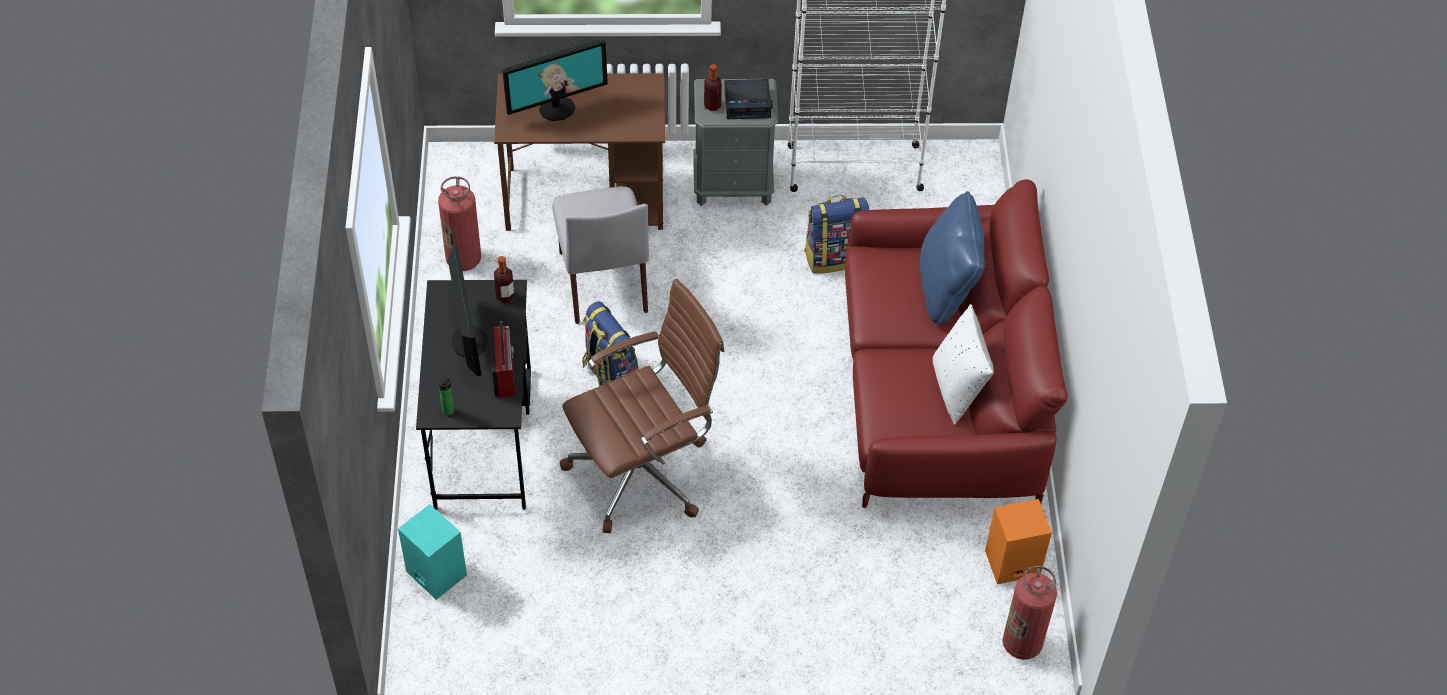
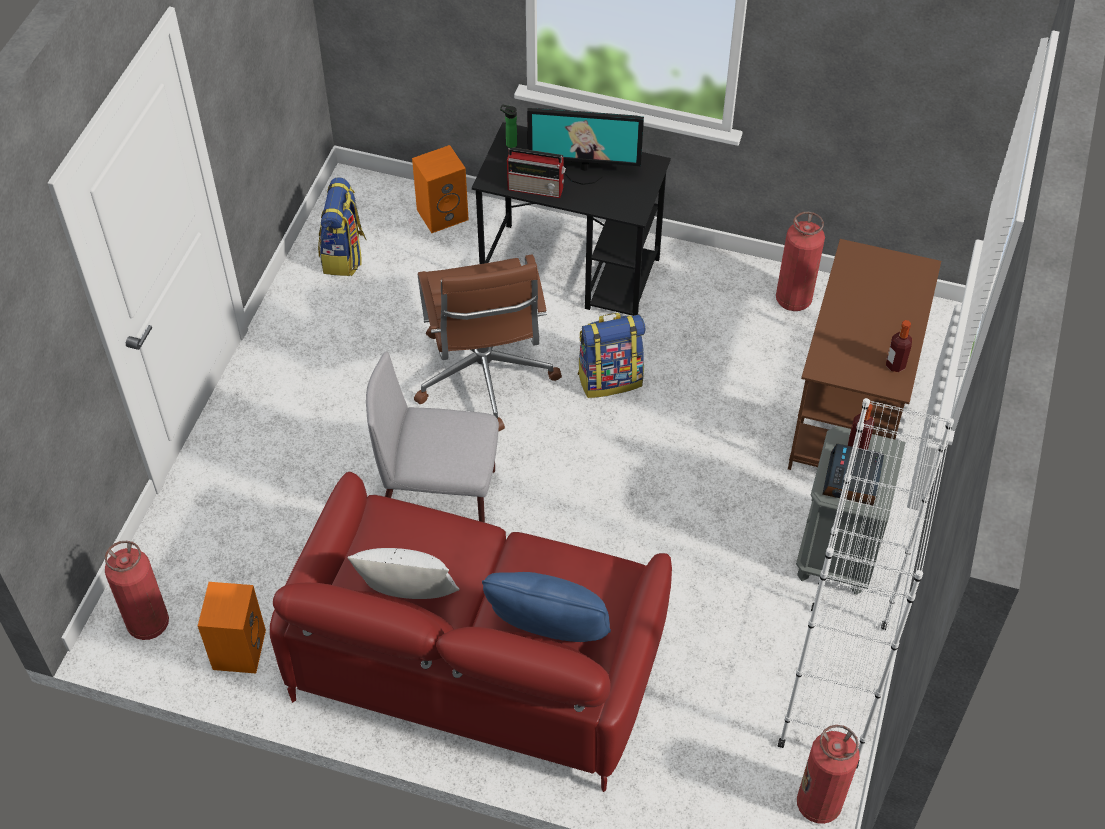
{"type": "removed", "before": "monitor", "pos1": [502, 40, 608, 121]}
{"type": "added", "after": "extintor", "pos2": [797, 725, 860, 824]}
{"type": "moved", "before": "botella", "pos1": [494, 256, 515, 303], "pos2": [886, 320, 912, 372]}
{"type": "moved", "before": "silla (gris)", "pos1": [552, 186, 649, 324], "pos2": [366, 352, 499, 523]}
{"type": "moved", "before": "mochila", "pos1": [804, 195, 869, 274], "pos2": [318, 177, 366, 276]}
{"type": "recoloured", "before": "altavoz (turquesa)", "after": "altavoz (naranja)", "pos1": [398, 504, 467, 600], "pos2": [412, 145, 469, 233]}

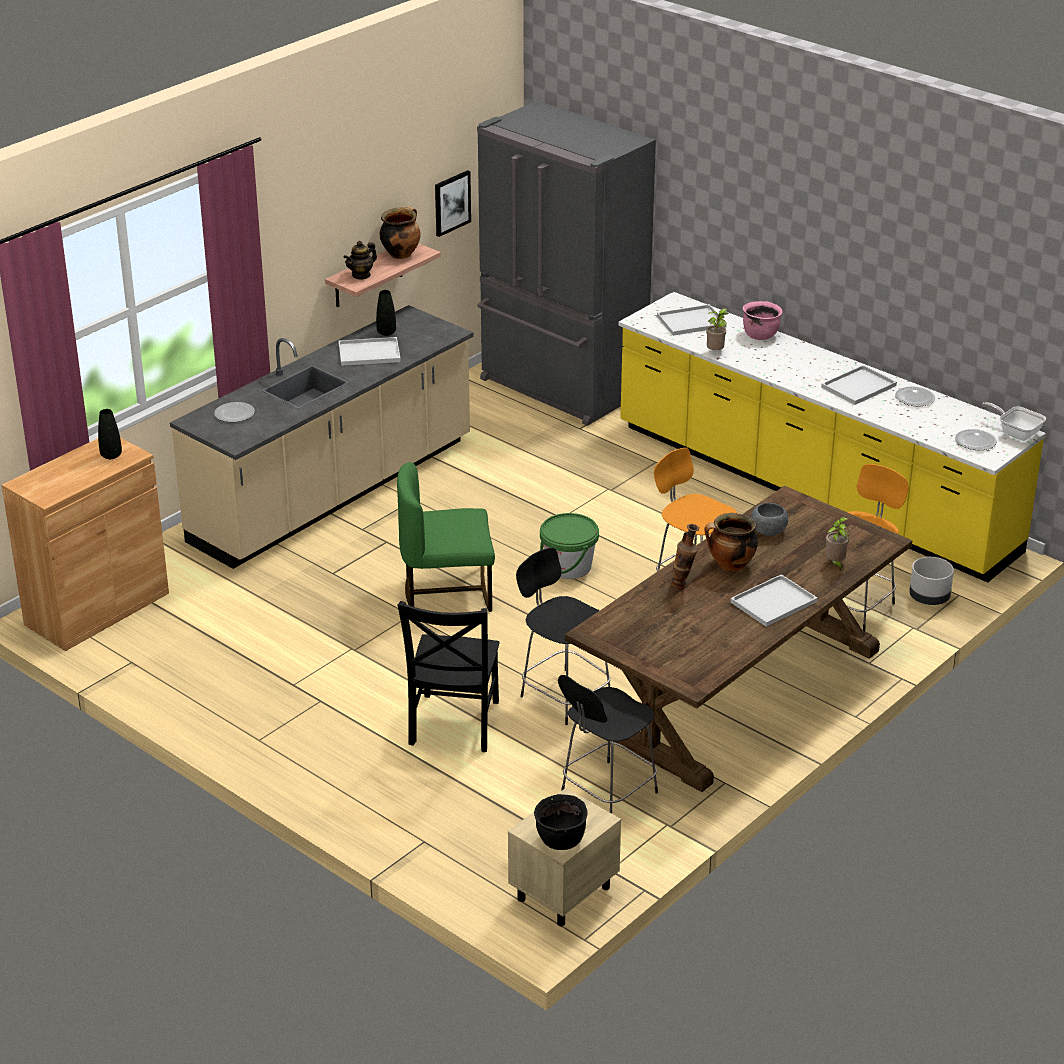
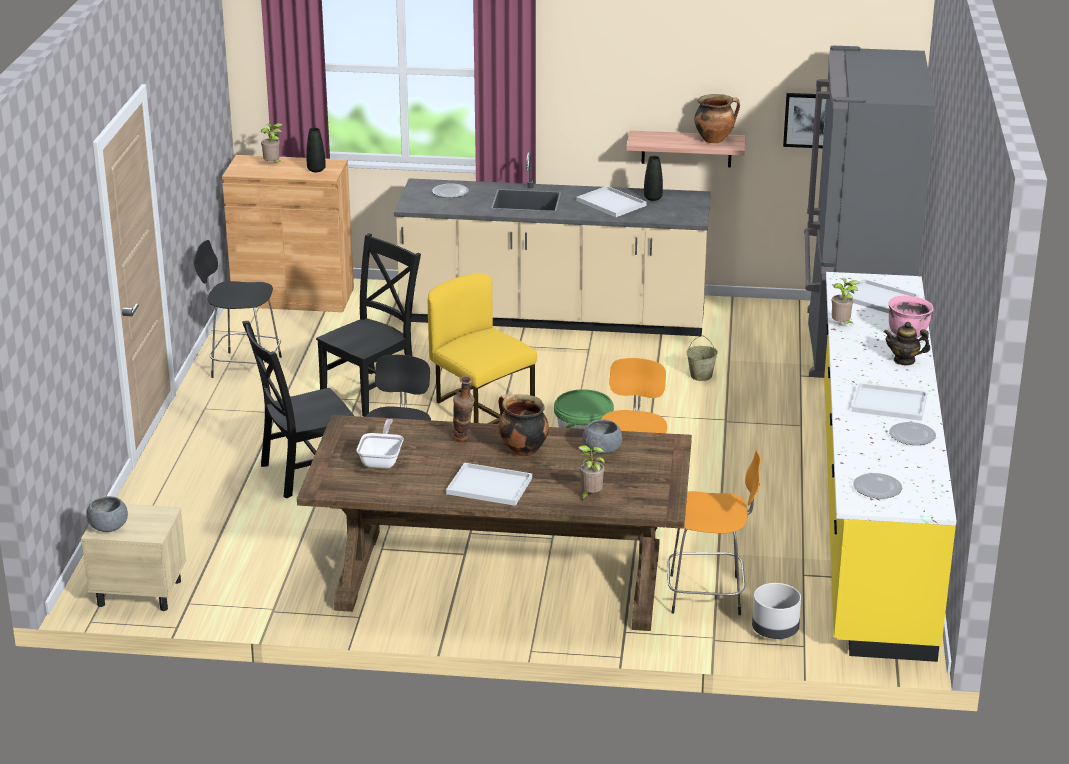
{"type": "added", "after": "planta en maceta", "pos2": [261, 123, 283, 162]}
{"type": "added", "after": "silla (negro)", "pos2": [316, 233, 421, 417]}
{"type": "added", "after": "cubo (beis)", "pos2": [686, 336, 718, 381]}
{"type": "moved", "before": "tetera", "pos1": [344, 241, 377, 280], "pos2": [884, 322, 930, 365]}
{"type": "moved", "before": "taburete (negro)", "pos1": [558, 675, 658, 813], "pos2": [194, 240, 282, 378]}
{"type": "moved", "before": "sartén", "pos1": [982, 402, 1046, 441], "pos2": [356, 419, 404, 469]}
{"type": "replaced", "before": "olla (negro)", "after": "cuenco (gris)", "pos1": [534, 794, 588, 850], "pos2": [86, 496, 128, 532]}
{"type": "recoloured", "before": "silla (verde)", "after": "silla (amarillo)", "pos1": [397, 462, 495, 612], "pos2": [428, 273, 537, 424]}

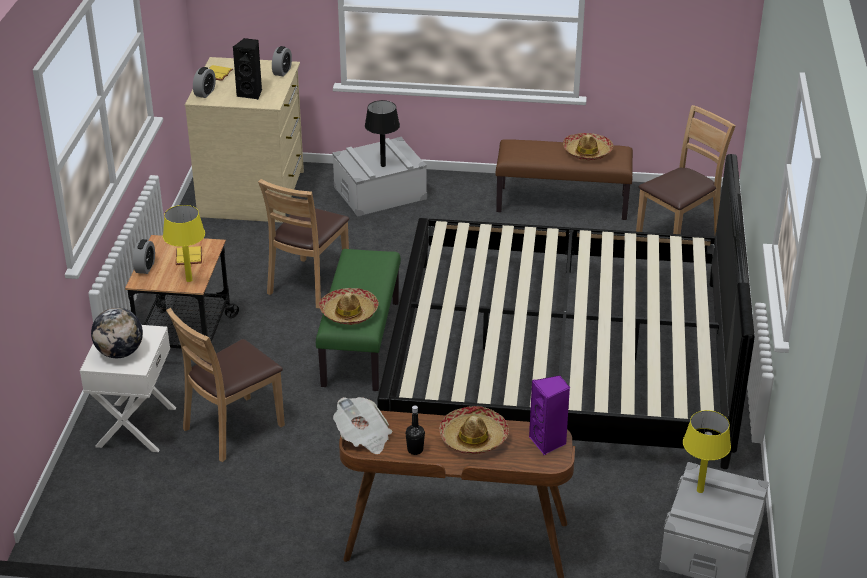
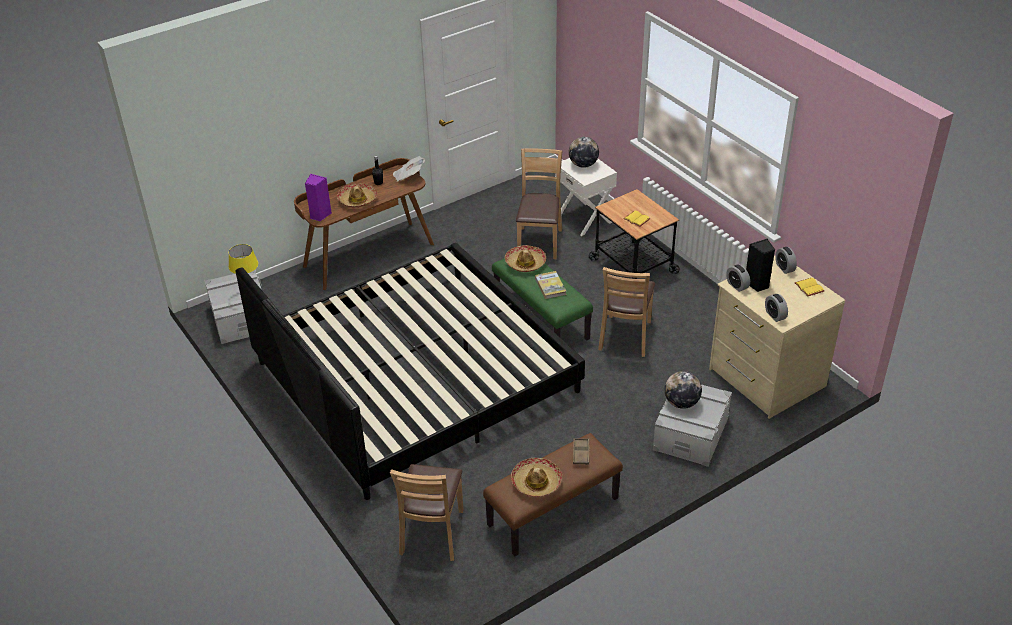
{"type": "removed", "before": "lámpara de mesa (amarillo)", "pos1": [163, 205, 205, 282]}
{"type": "added", "after": "libro", "pos2": [535, 271, 566, 299]}
{"type": "added", "after": "bandeja (marrón)", "pos2": [573, 438, 590, 465]}
{"type": "moved", "before": "despertador", "pos1": [133, 239, 155, 274], "pos2": [726, 264, 750, 292]}
{"type": "replaced", "before": "lámpara de mesa (negro)", "after": "globo terráqueo", "pos1": [365, 100, 400, 167], "pos2": [665, 371, 702, 409]}
{"type": "turned", "before": "silla (marrón)", "pos1": [258, 179, 349, 308], "pos2": [598, 267, 655, 357], "turn": -150}

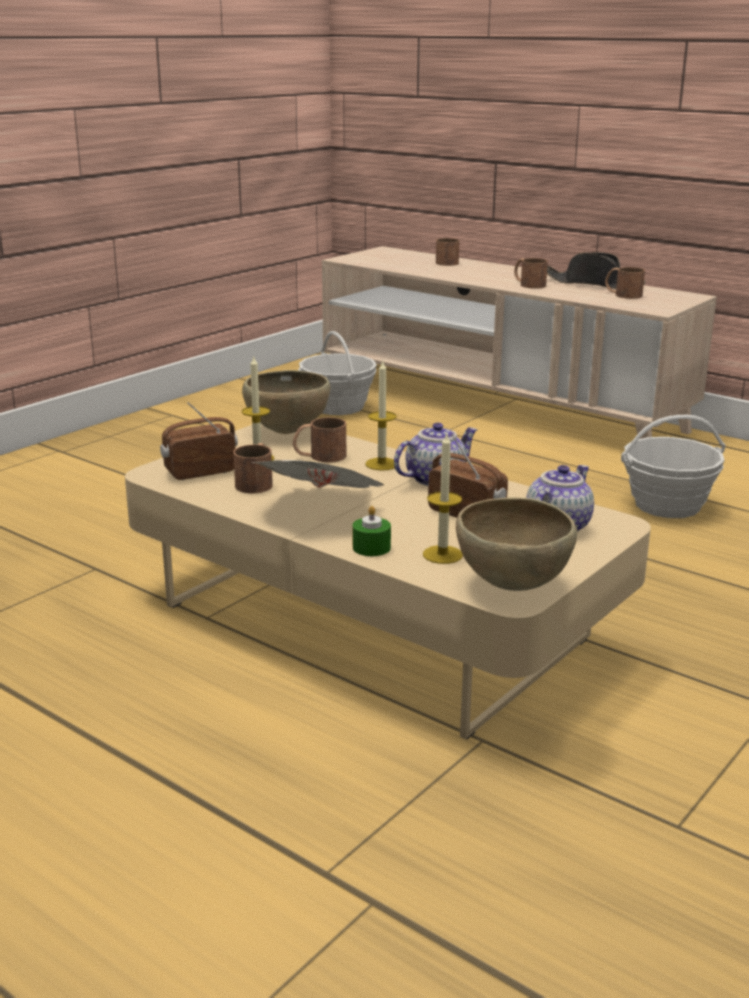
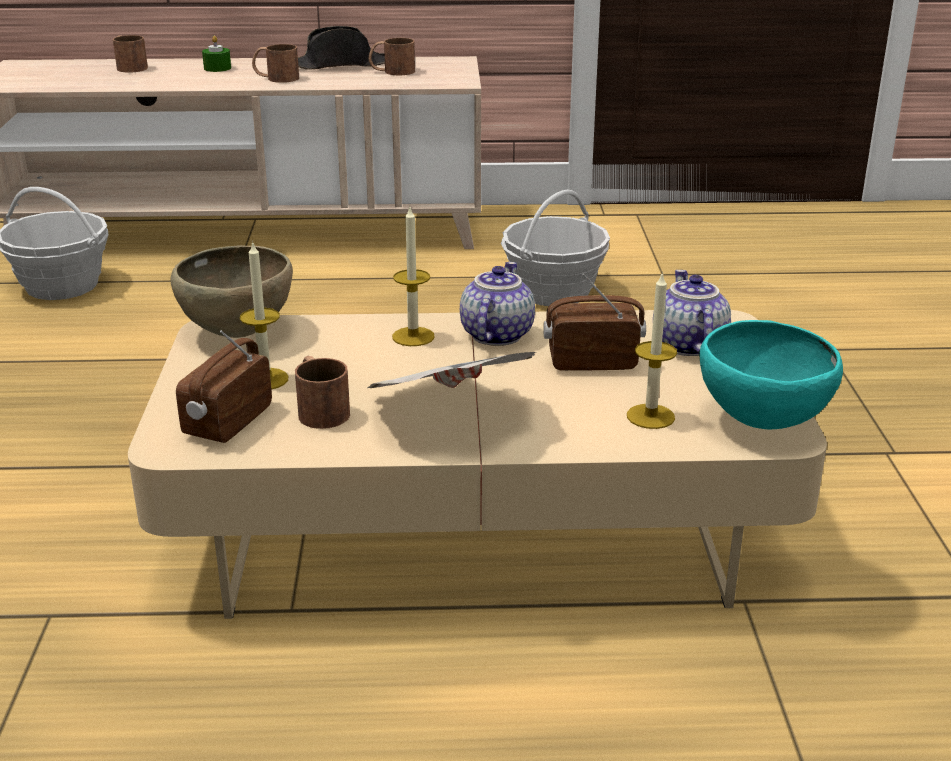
{"type": "removed", "before": "taza grande (marrón)", "pos1": [293, 417, 346, 463]}
{"type": "moved", "before": "vela (verde)", "pos1": [353, 506, 391, 556], "pos2": [202, 36, 231, 72]}
{"type": "recoloured", "before": "cuenco (marrón)", "after": "cuenco (turquesa)", "pos1": [456, 497, 577, 591], "pos2": [699, 320, 843, 429]}

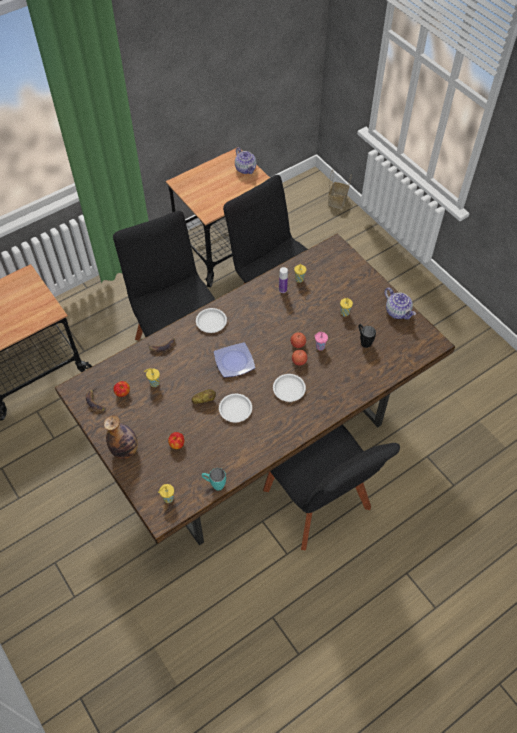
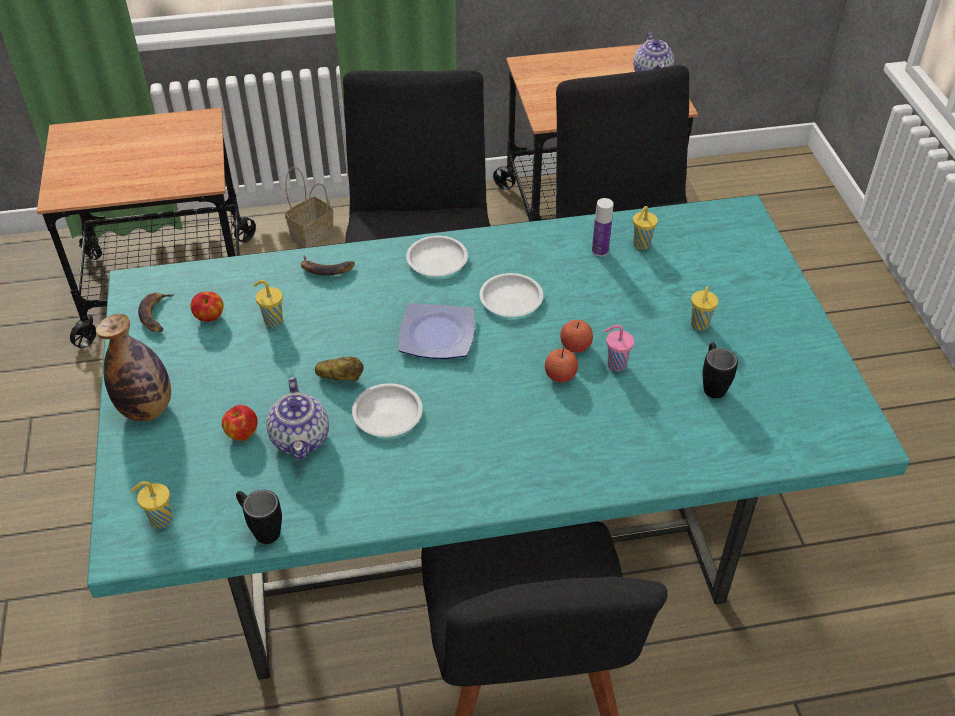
{"type": "moved", "before": "plato (blanco)", "pos1": [273, 374, 306, 402], "pos2": [480, 273, 543, 317]}
{"type": "moved", "before": "cesta", "pos1": [328, 171, 352, 209], "pos2": [285, 167, 334, 248]}
{"type": "moved", "before": "tetera", "pos1": [385, 288, 416, 320], "pos2": [266, 377, 329, 460]}
{"type": "recoloured", "before": "mesa de comedor (marrón)", "after": "mesa de comedor (turquesa)", "pos1": [55, 234, 455, 546], "pos2": [87, 195, 910, 680]}
{"type": "recoloured", "before": "taza grande (turquesa)", "after": "taza grande (negro)", "pos1": [202, 468, 226, 490], "pos2": [236, 490, 282, 544]}

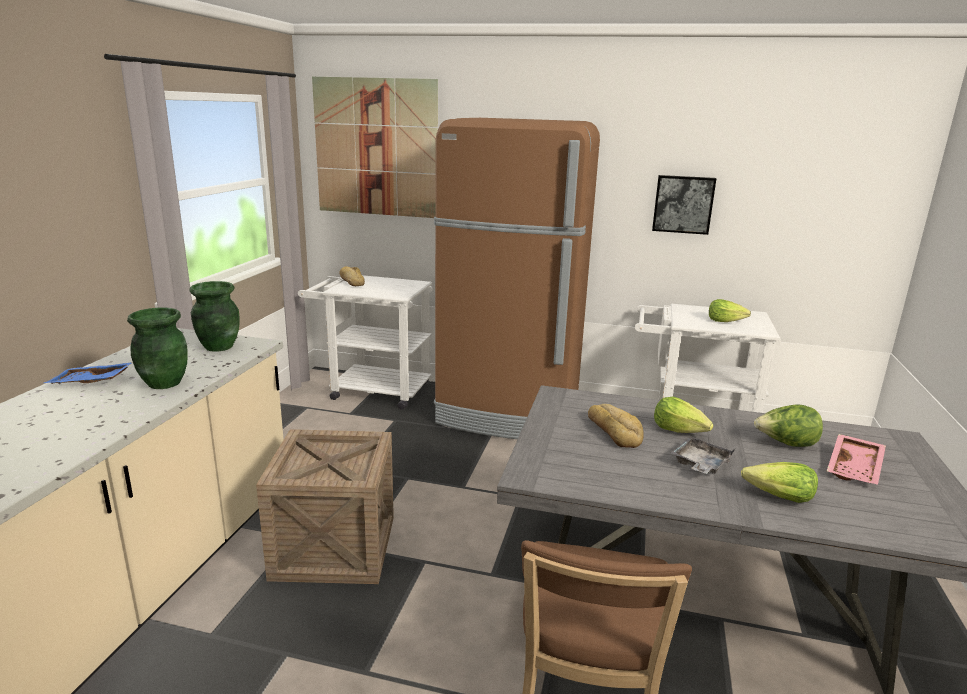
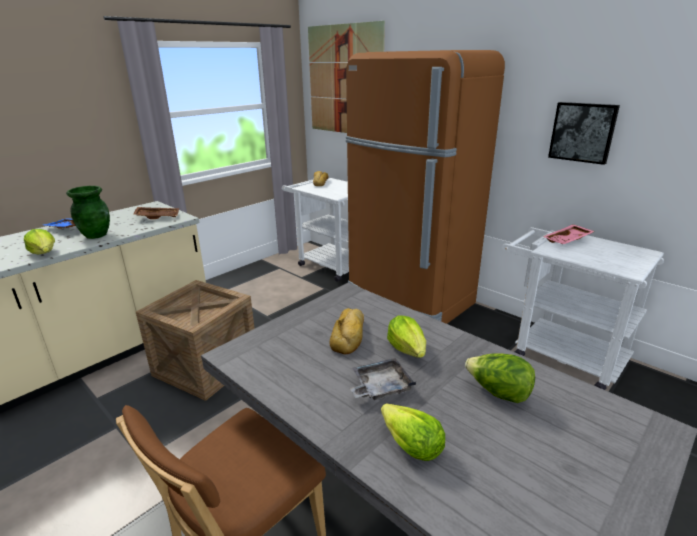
{"type": "moved", "before": "lechuga", "pos1": [709, 299, 751, 322], "pos2": [24, 229, 55, 254]}
{"type": "moved", "before": "bandeja (rosa)", "pos1": [827, 434, 886, 485], "pos2": [543, 224, 595, 244]}
{"type": "replaced", "before": "florero (verde)", "after": "bandeja (marrón)", "pos1": [189, 281, 239, 352], "pos2": [133, 207, 179, 219]}

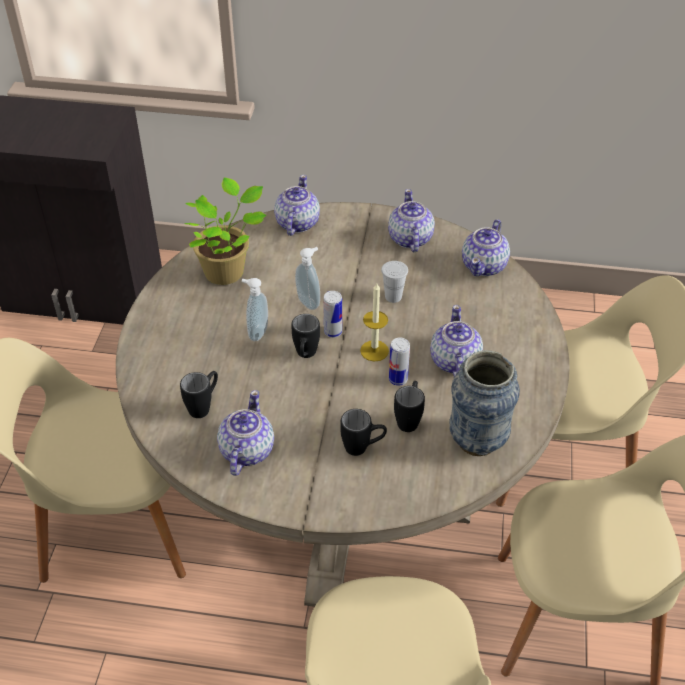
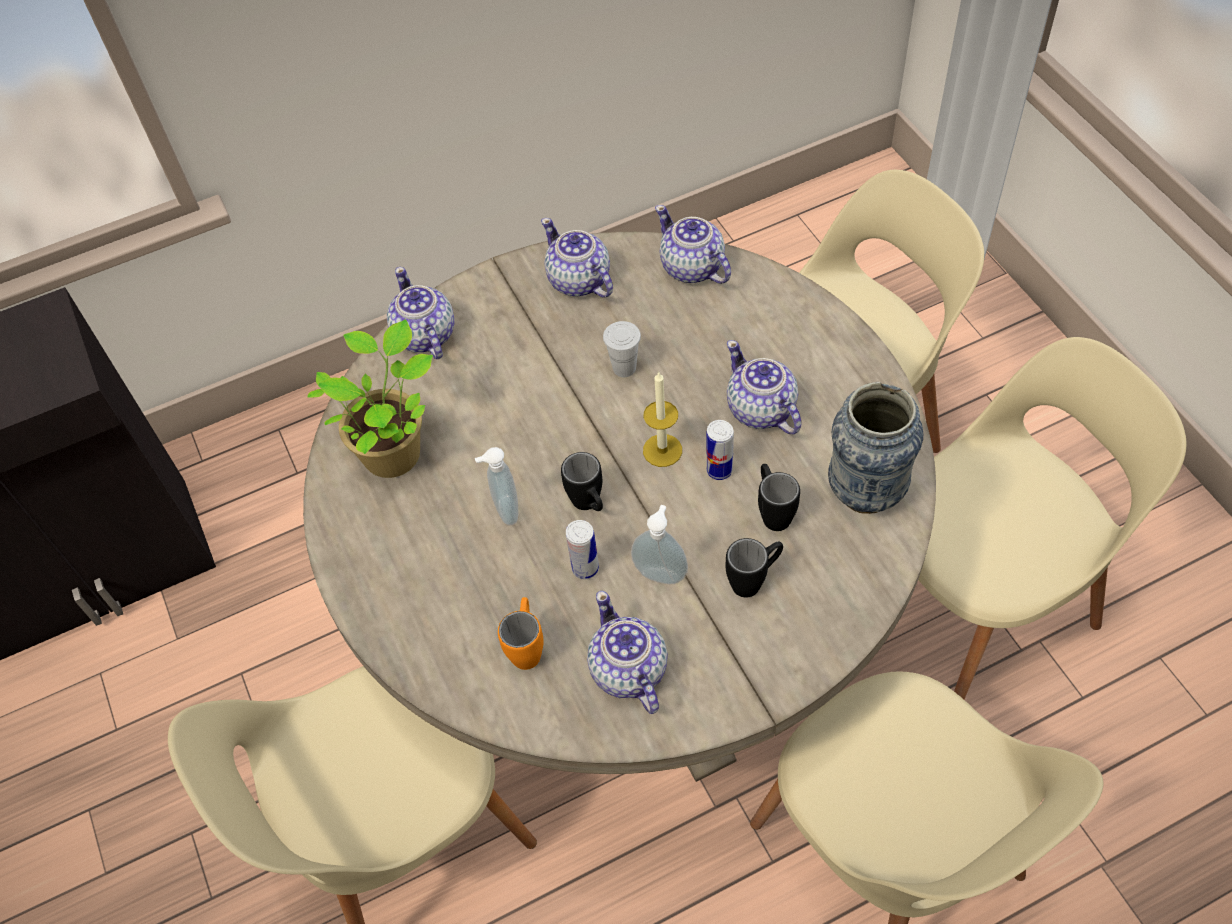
{"type": "moved", "before": "dispensador de jabón", "pos1": [295, 247, 320, 310], "pos2": [631, 505, 688, 584]}
{"type": "moved", "before": "lata", "pos1": [323, 291, 342, 338], "pos2": [566, 520, 599, 579]}
{"type": "recoloured", "before": "taza grande (negro)", "after": "taza grande (naranja)", "pos1": [180, 371, 218, 418], "pos2": [498, 597, 544, 670]}
{"type": "turned", "before": "tetera", "pos1": [462, 219, 510, 276], "pos2": [655, 205, 731, 284], "turn": 150}

